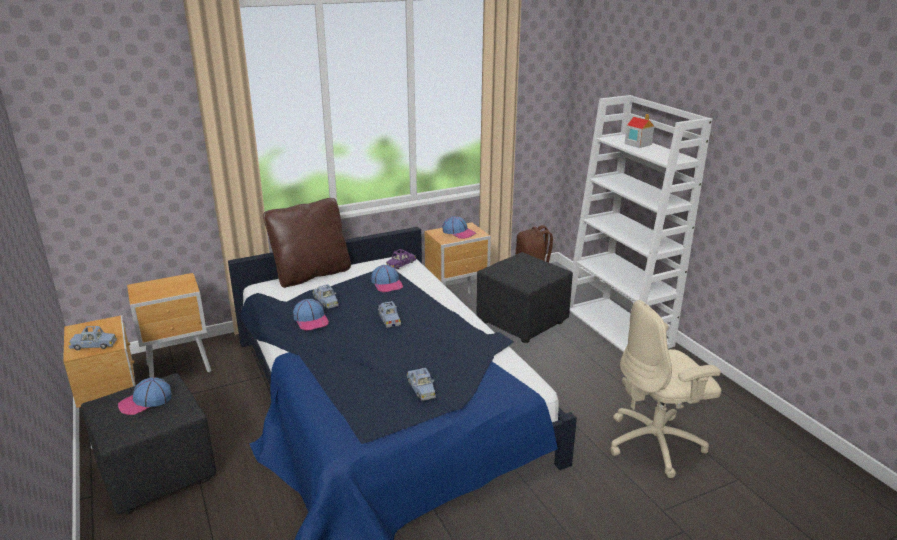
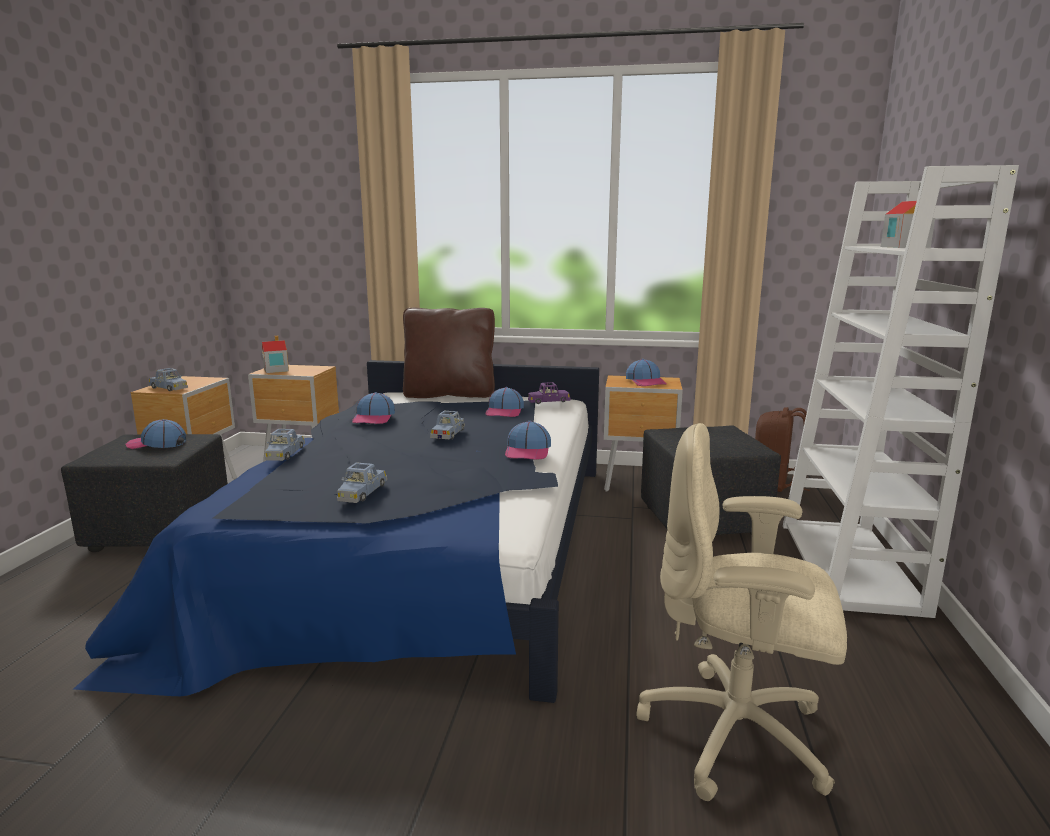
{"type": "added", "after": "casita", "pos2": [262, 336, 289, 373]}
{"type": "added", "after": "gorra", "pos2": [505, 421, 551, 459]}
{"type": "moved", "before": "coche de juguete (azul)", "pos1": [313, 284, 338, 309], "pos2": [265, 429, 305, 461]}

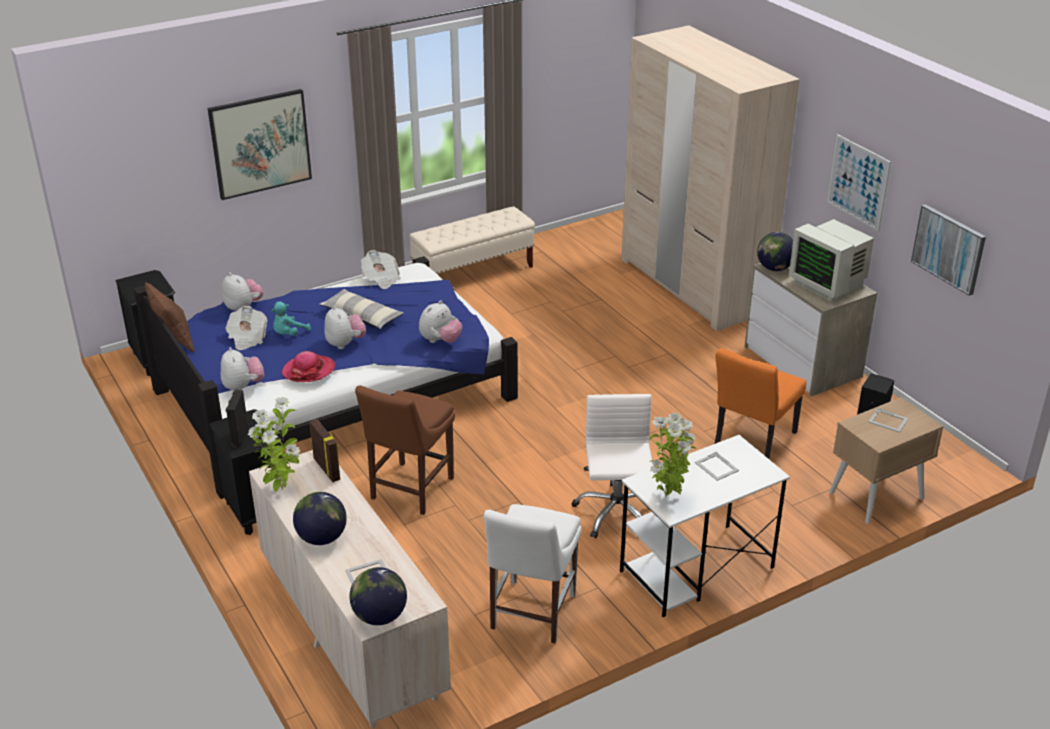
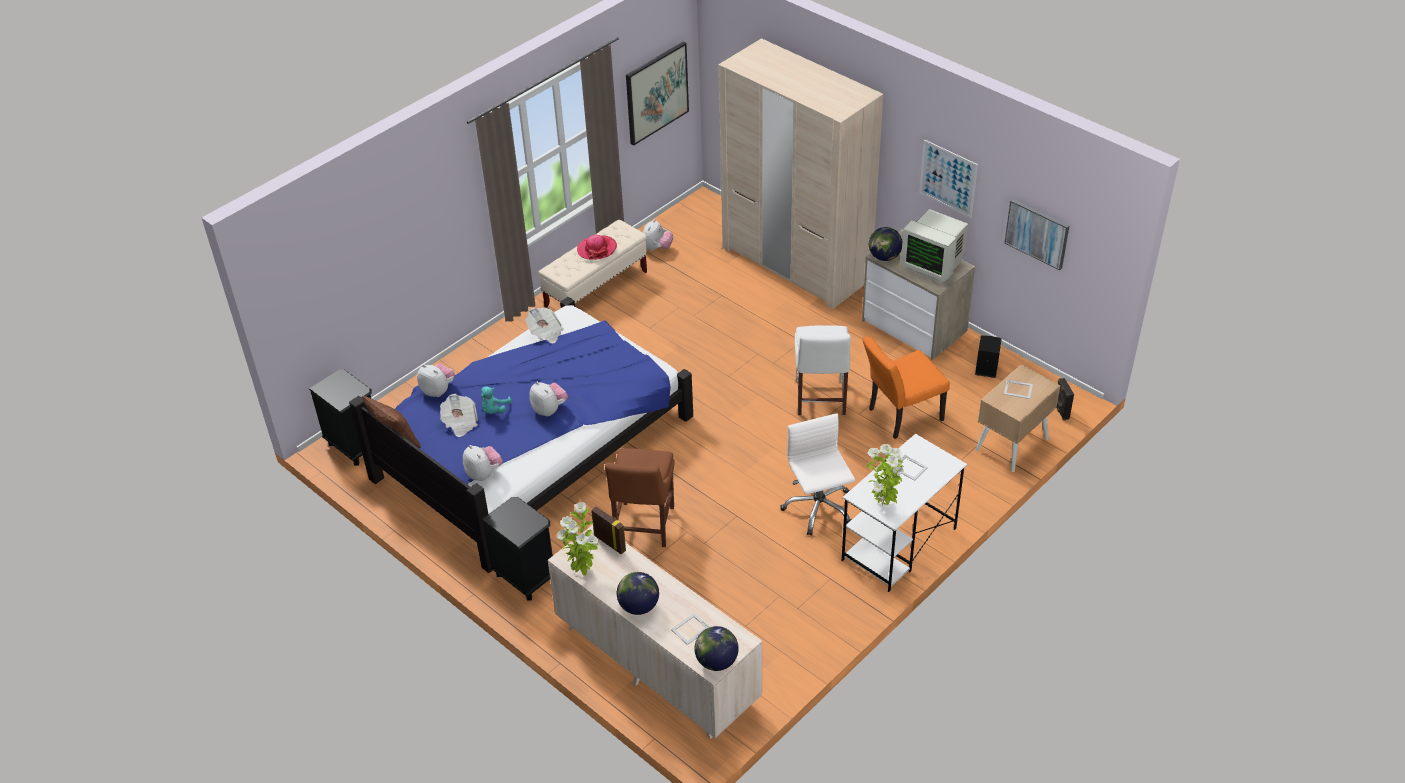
{"type": "removed", "before": "cojín", "pos1": [319, 289, 404, 329]}
{"type": "moved", "before": "cuadro", "pos1": [208, 89, 312, 200], "pos2": [626, 42, 689, 146]}
{"type": "moved", "before": "altavoz (negro)", "pos1": [226, 389, 248, 448], "pos2": [1057, 378, 1074, 420]}
{"type": "moved", "before": "sombrero", "pos1": [282, 351, 335, 382], "pos2": [577, 235, 617, 260]}
{"type": "moved", "before": "peluche", "pos1": [419, 300, 462, 343], "pos2": [643, 219, 673, 251]}
{"type": "moved", "before": "silla (blanco)", "pos1": [484, 504, 582, 644], "pos2": [795, 325, 851, 415]}
{"type": "turned", "before": "silla (naranja)", "pos1": [715, 348, 806, 459], "pos2": [862, 336, 950, 439], "turn": 45}

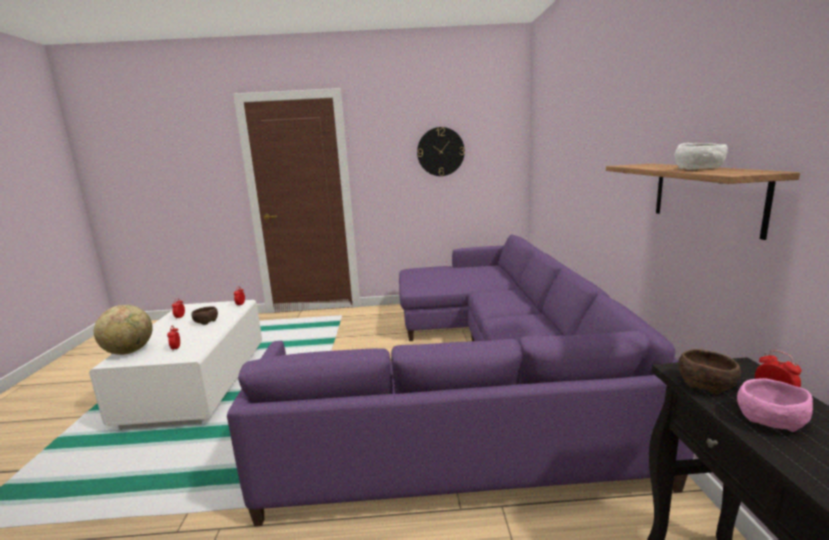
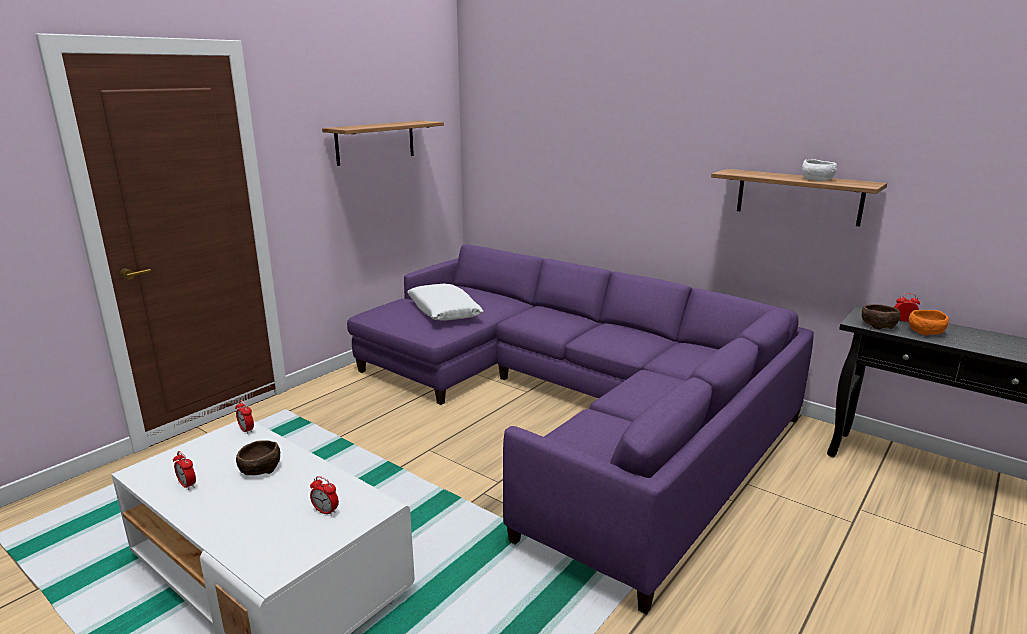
{"type": "removed", "before": "globo terráqueo", "pos1": [94, 305, 153, 355]}
{"type": "added", "after": "cojín (blanco)", "pos2": [407, 284, 483, 321]}
{"type": "replaced", "before": "reloj de pared", "after": "estante", "pos1": [417, 127, 465, 176], "pos2": [322, 121, 444, 166]}
{"type": "recoloured", "before": "cuenco (rosa)", "after": "cuenco (naranja)", "pos1": [737, 378, 813, 432], "pos2": [909, 310, 949, 336]}

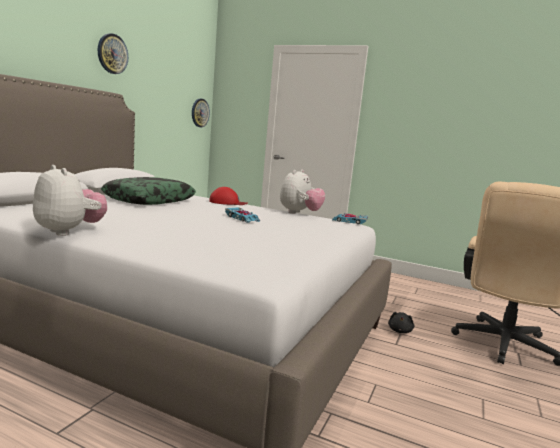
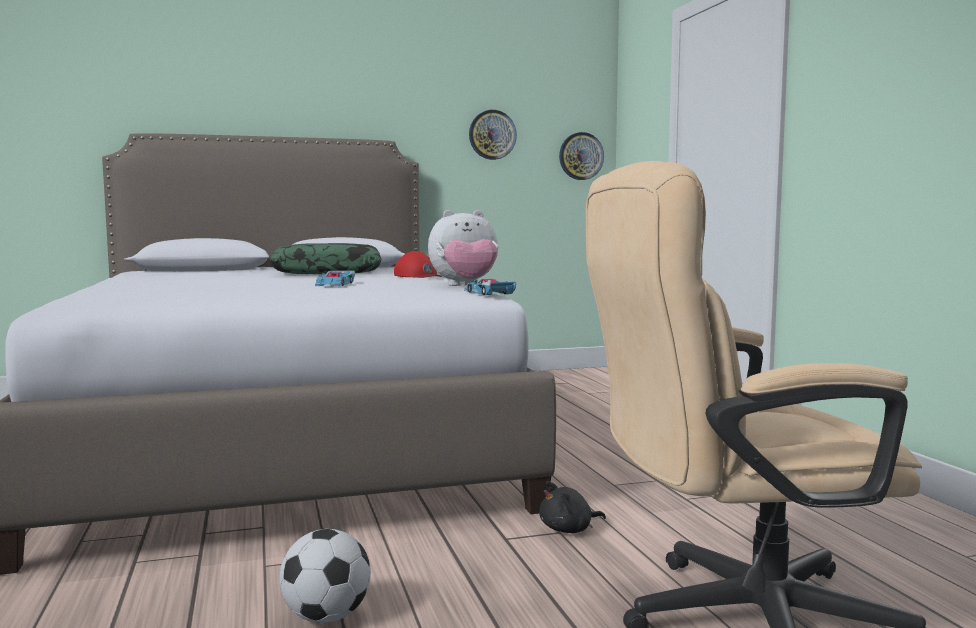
{"type": "removed", "before": "peluche", "pos1": [33, 165, 107, 236]}
{"type": "added", "after": "balón de fútbol", "pos2": [279, 529, 371, 623]}
{"type": "moved", "before": "reloj de pared", "pos1": [98, 34, 128, 74], "pos2": [469, 110, 517, 160]}

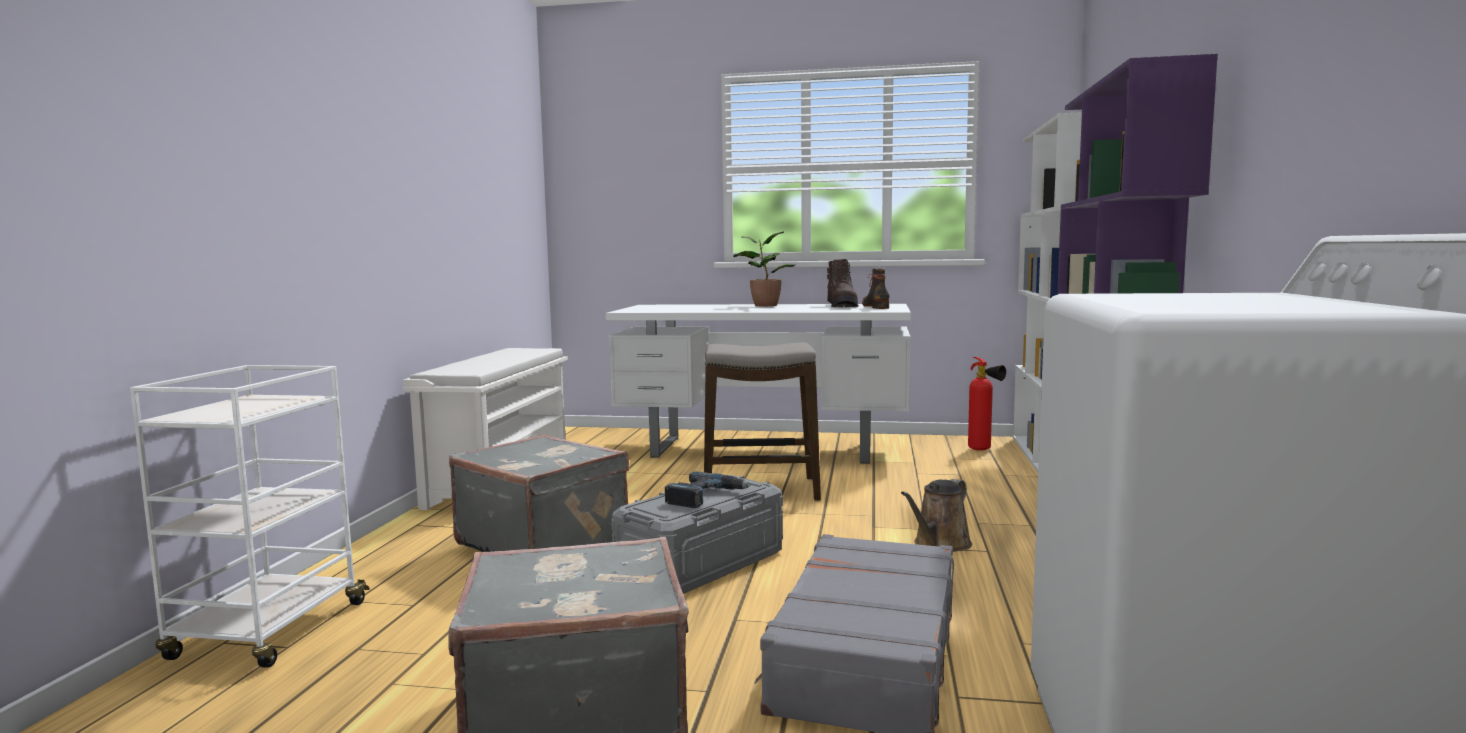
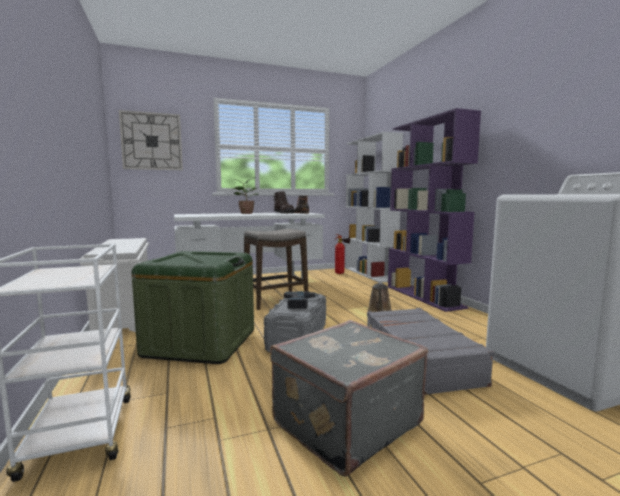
{"type": "added", "after": "reloj de pared", "pos2": [119, 110, 183, 170]}
{"type": "replaced", "before": "maleta (gris)", "after": "caja de almacenaje (verde)", "pos1": [449, 435, 630, 552], "pos2": [132, 251, 254, 364]}

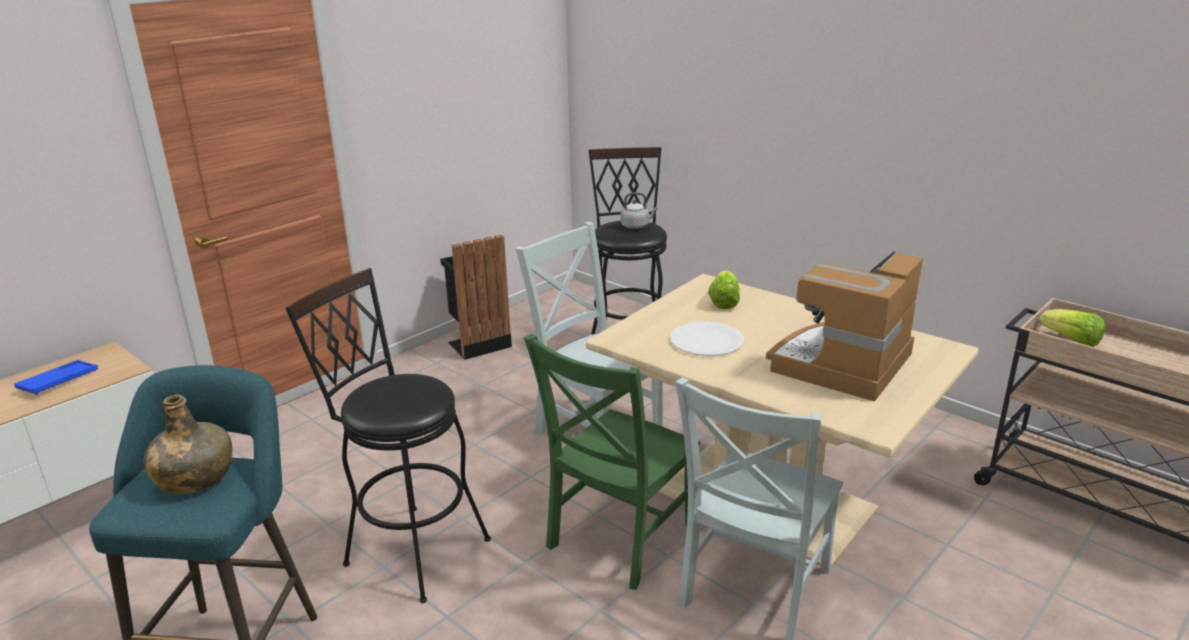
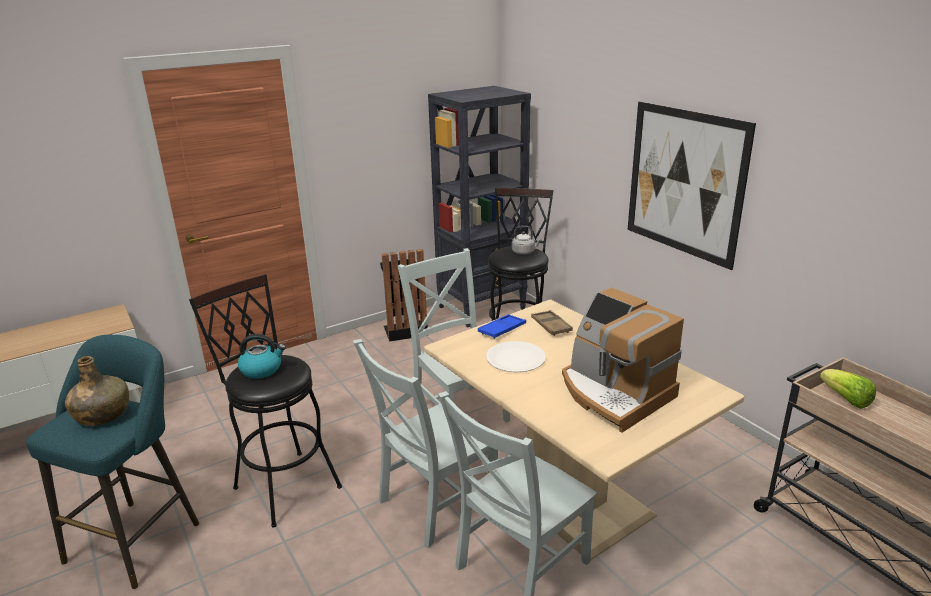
{"type": "added", "after": "hervidor", "pos2": [238, 334, 286, 379]}
{"type": "added", "after": "estantería (negro)", "pos2": [428, 86, 531, 328]}
{"type": "added", "after": "cuadro", "pos2": [628, 102, 756, 270]}
{"type": "moved", "before": "bandeja (azul)", "pos1": [14, 360, 98, 395], "pos2": [478, 314, 526, 339]}
{"type": "replaced", "before": "lechuga", "after": "bandeja (marrón)", "pos1": [708, 270, 740, 309], "pos2": [531, 310, 573, 336]}
{"type": "recoloured", "before": "silla (verde)", "after": "silla (gris)", "pos1": [524, 334, 700, 590], "pos2": [353, 339, 498, 548]}
{"type": "turned", "before": "cafetera", "pos1": [766, 251, 923, 401], "pos2": [562, 288, 684, 433], "turn": -90}

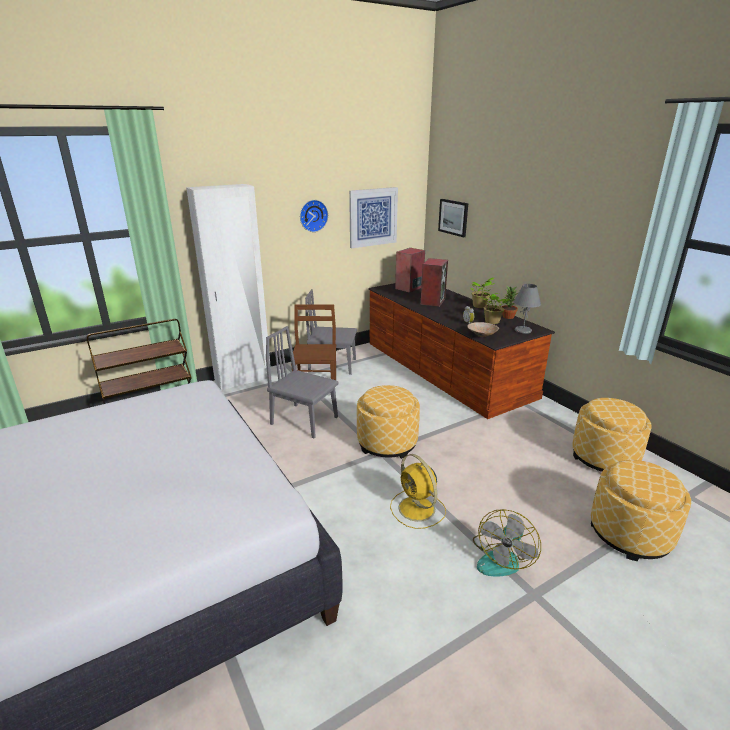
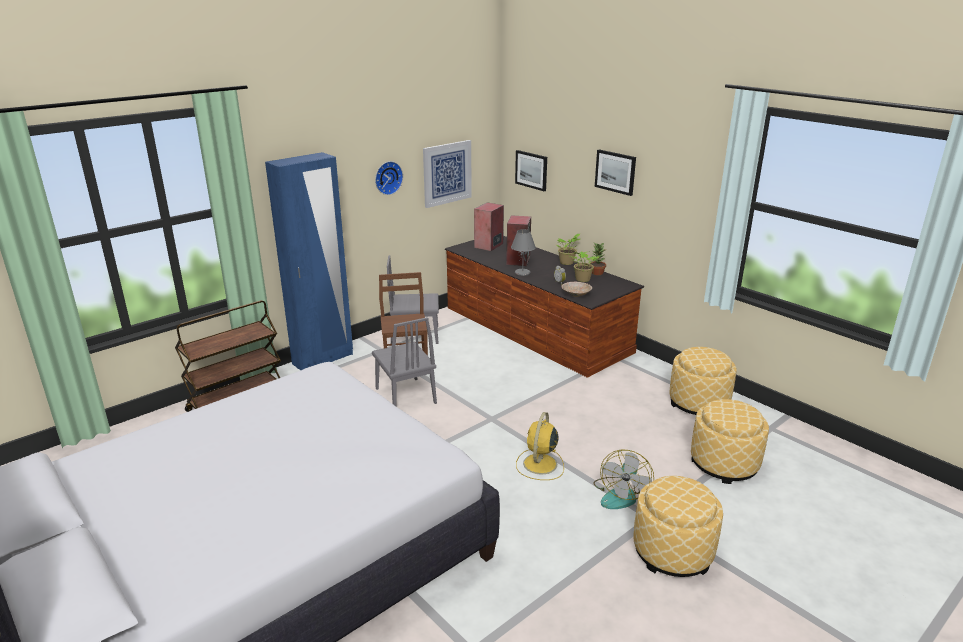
{"type": "added", "after": "cuadro", "pos2": [595, 149, 636, 196]}
{"type": "moved", "before": "puf", "pos1": [357, 385, 420, 459], "pos2": [633, 476, 723, 577]}
{"type": "moved", "before": "lámpara de mesa (gris)", "pos1": [514, 284, 541, 334], "pos2": [511, 229, 536, 276]}
{"type": "recoloured", "before": "armario ropero (blanco)", "after": "armario ropero (azul)", "pos1": [186, 184, 271, 390], "pos2": [265, 152, 353, 370]}
{"type": "turned", "before": "silla (gris)", "pos1": [266, 326, 338, 438], "pos2": [372, 317, 437, 406], "turn": -135}
{"type": "turned", "before": "ventilador (amarillo)", "pos1": [390, 454, 446, 529], "pos2": [516, 412, 564, 480], "turn": 60}

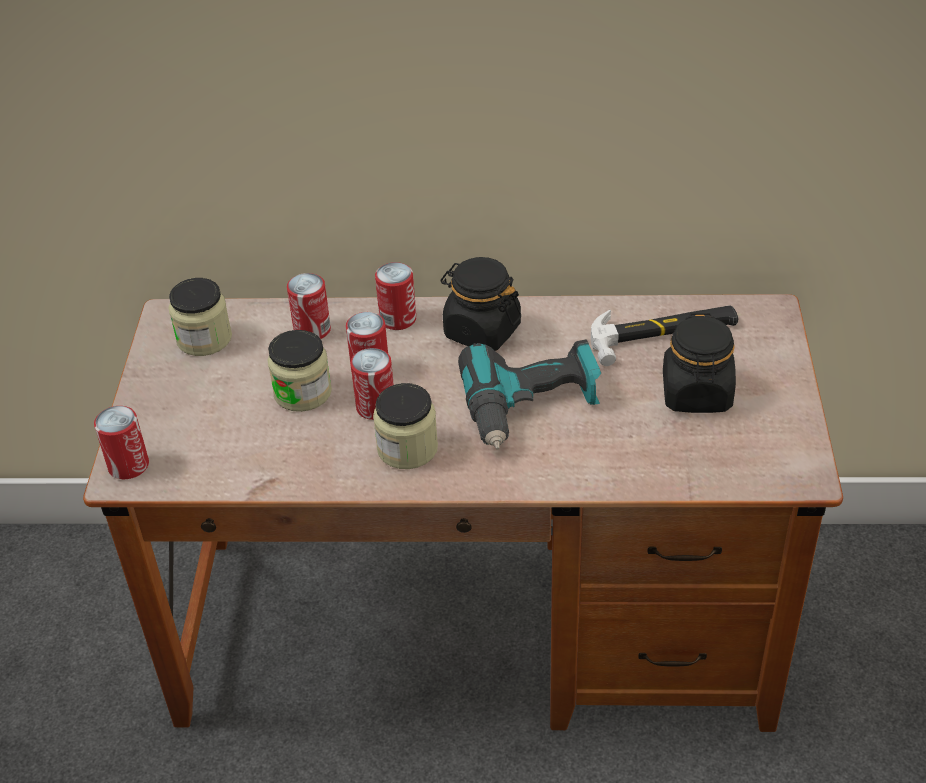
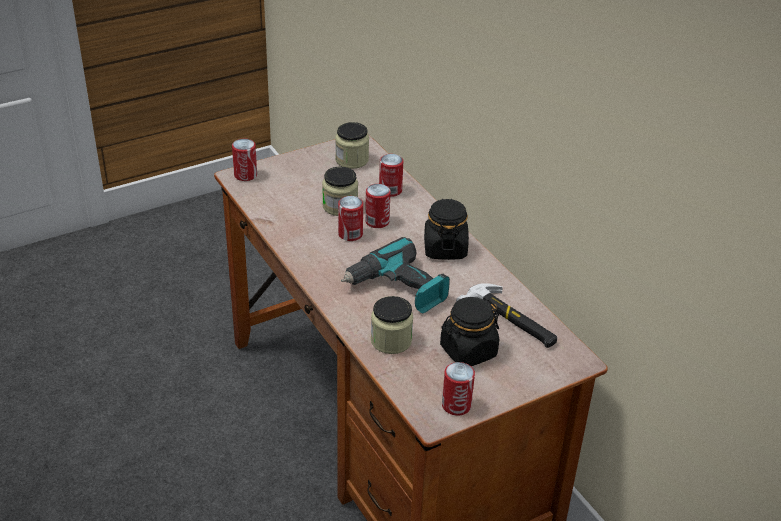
{"type": "moved", "before": "tarro", "pos1": [373, 383, 438, 469], "pos2": [371, 296, 413, 354]}
{"type": "moved", "before": "lata", "pos1": [375, 262, 416, 330], "pos2": [442, 362, 475, 416]}

